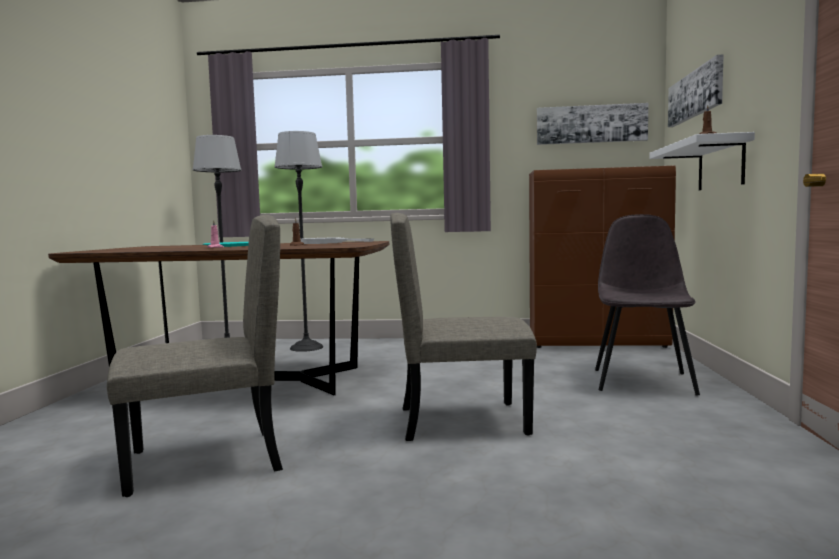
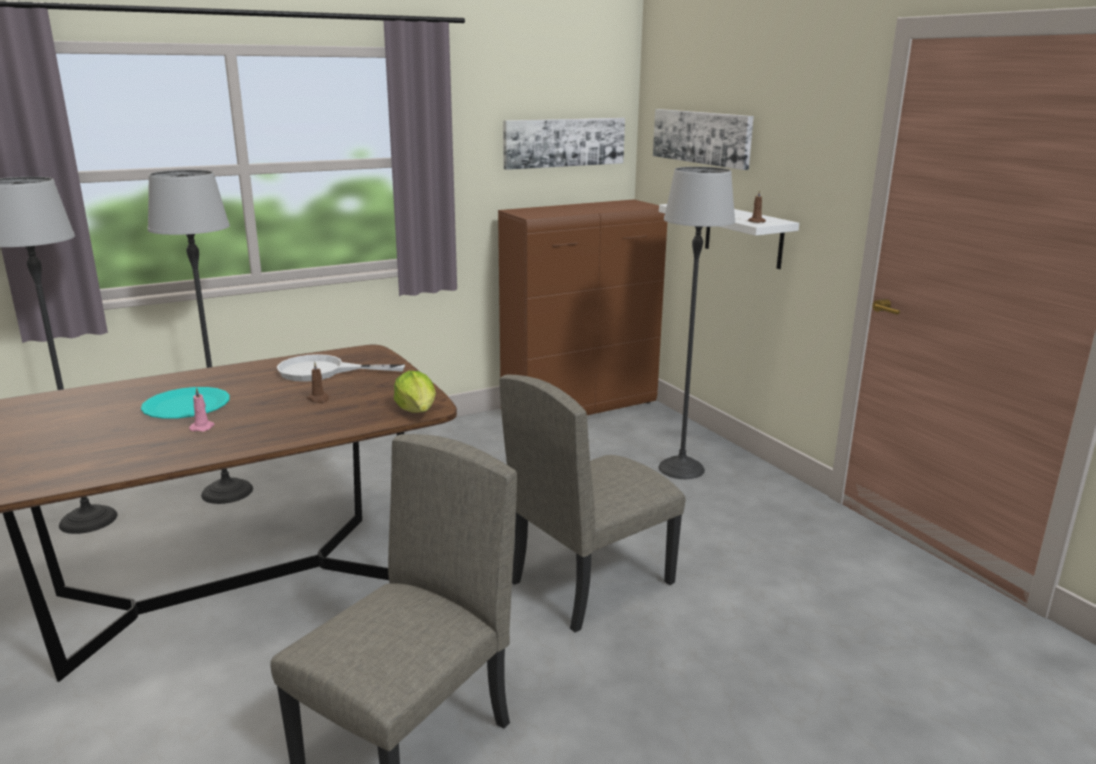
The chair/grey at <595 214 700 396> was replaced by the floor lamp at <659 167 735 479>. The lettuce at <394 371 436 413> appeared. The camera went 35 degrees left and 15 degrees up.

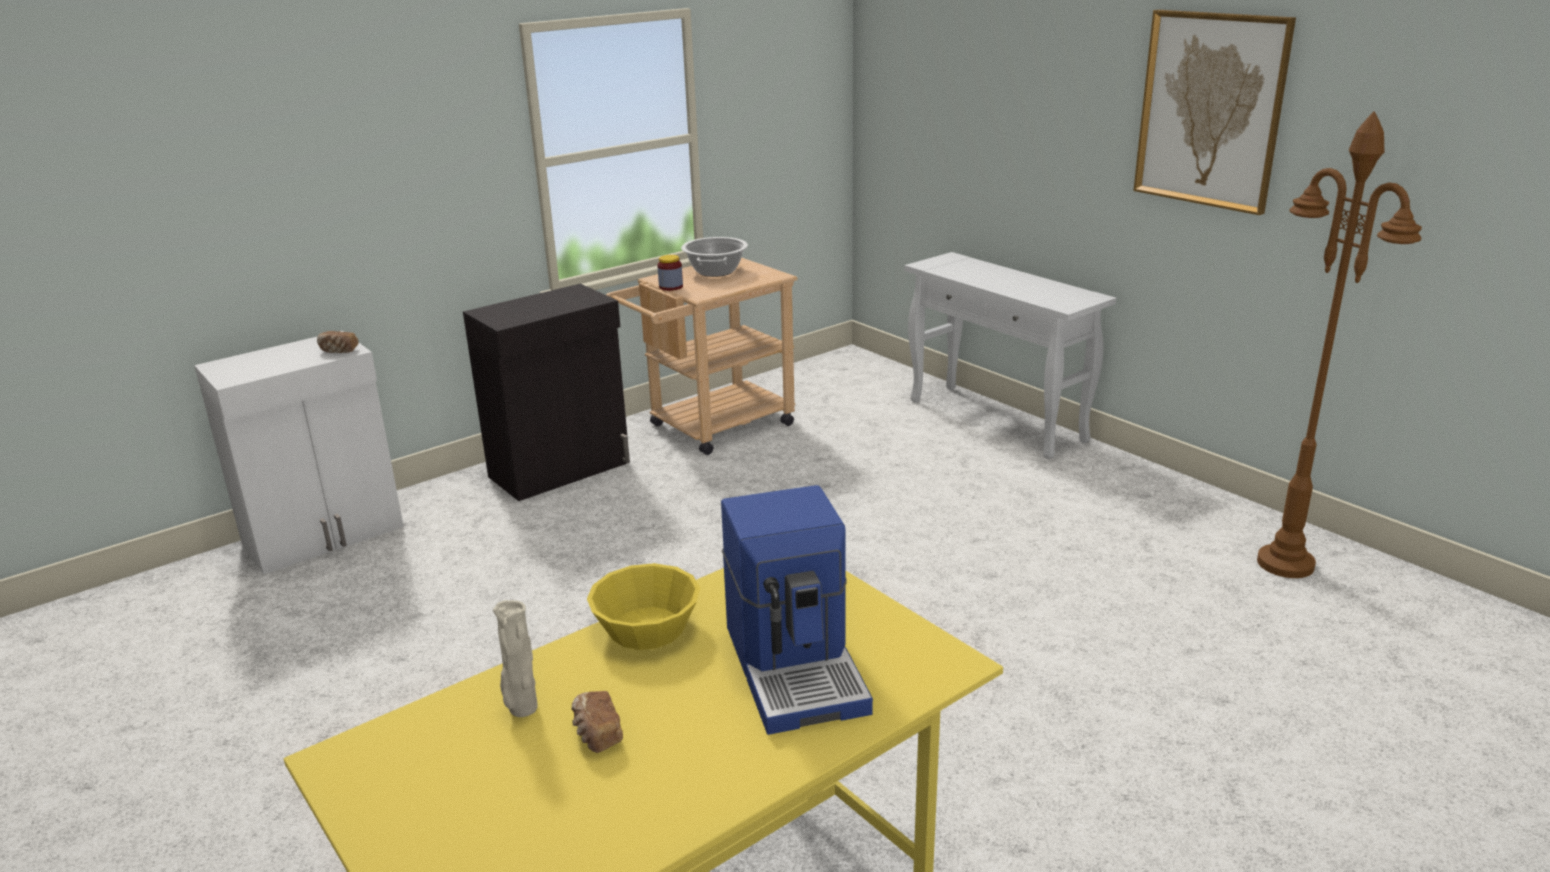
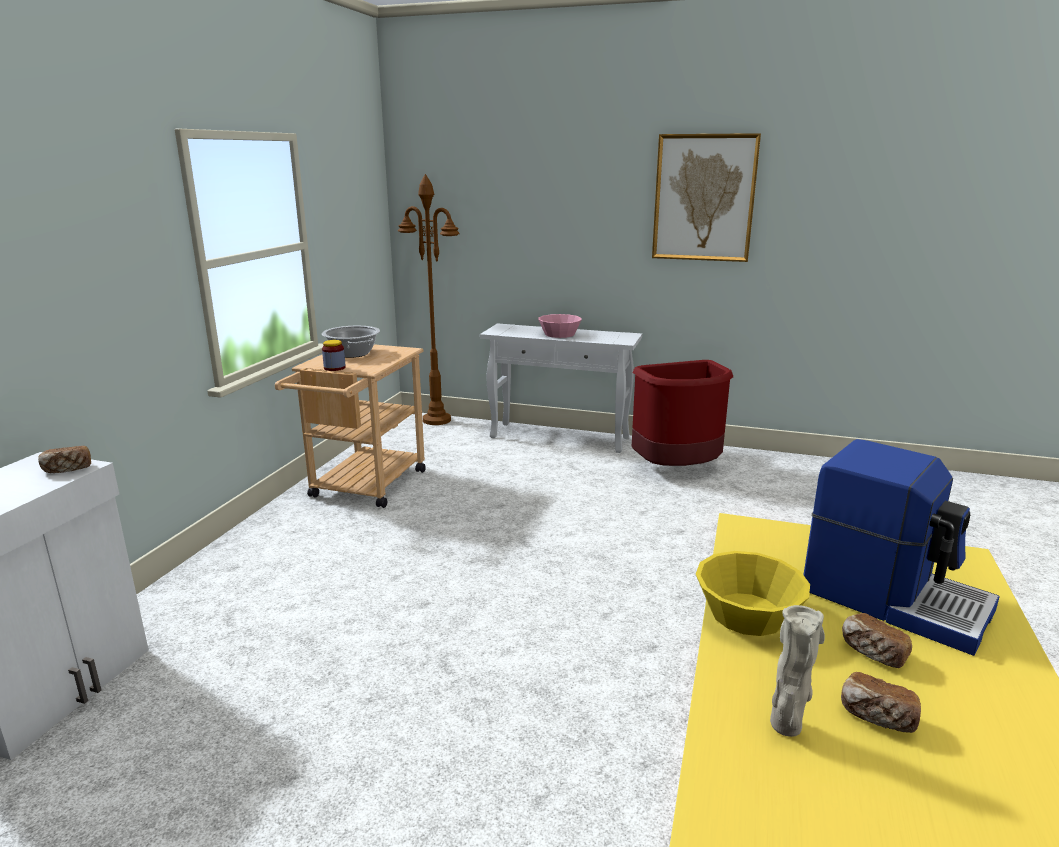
The floor lamp/brown moved from <1257 111 1422 578> to <398 174 460 425>. The cabinet/black at <463 284 630 501> disappeared. The bowl/pink at <538 314 582 338> appeared. The trash can/red at <632 360 733 466> appeared. The bread at <842 613 912 668> appeared. The camera went 35 degrees left and 5 degrees down.

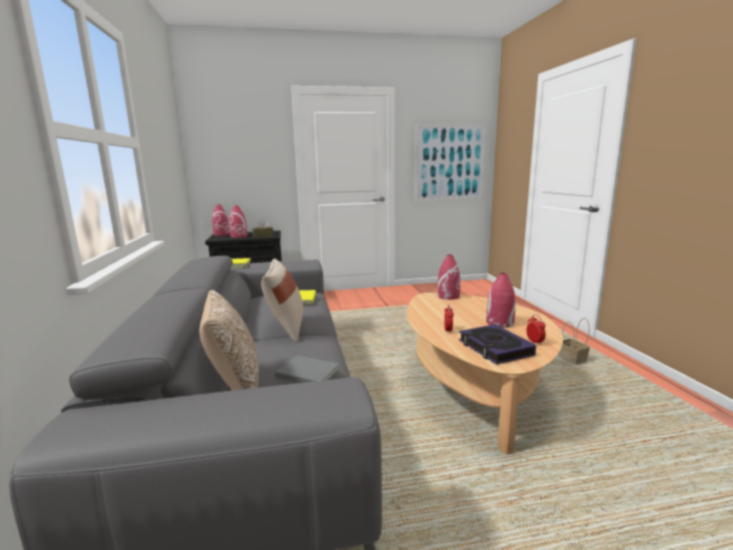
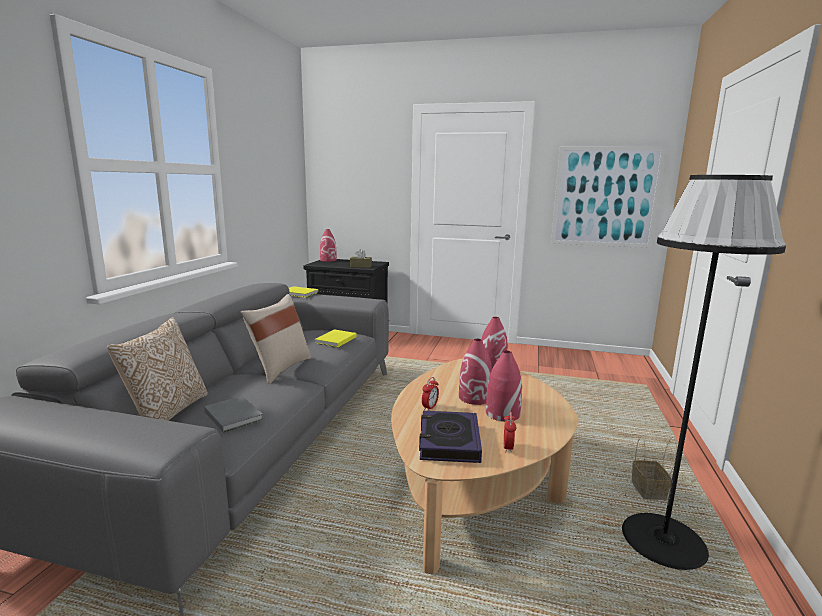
The vase/red moved from <229 205 247 238> to <459 339 492 405>. The floor lamp/black at <622 175 786 570> appeared. The camera went 25 degrees right and 0 degrees up.

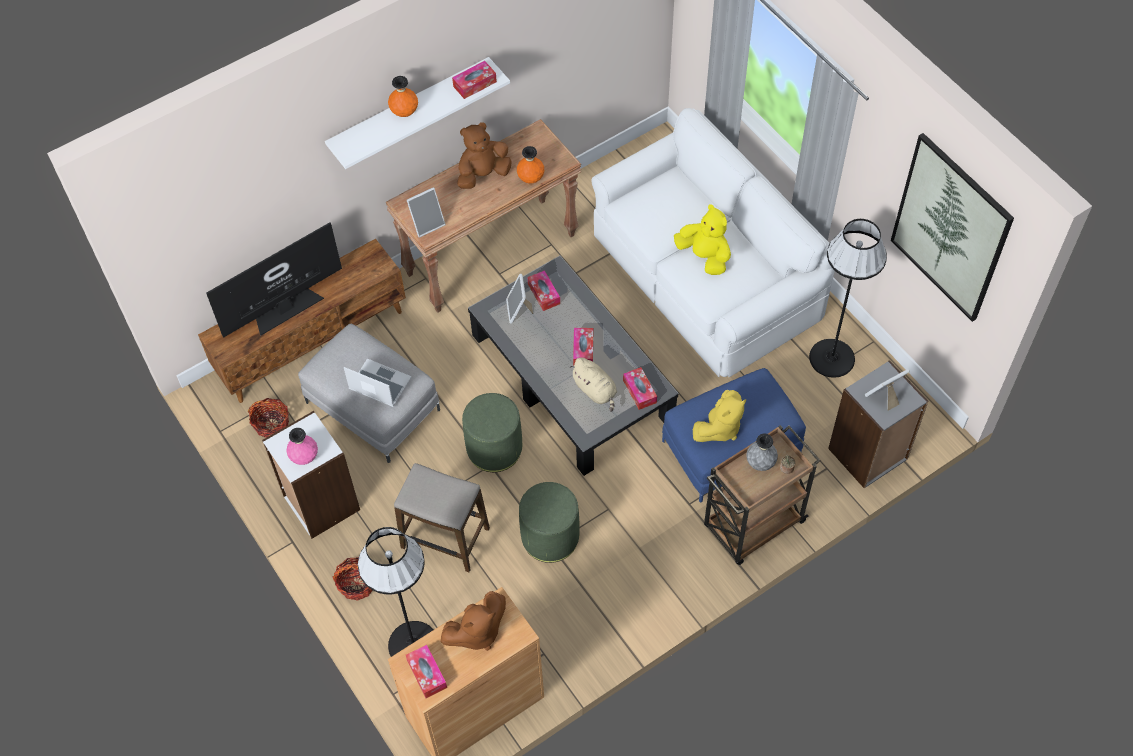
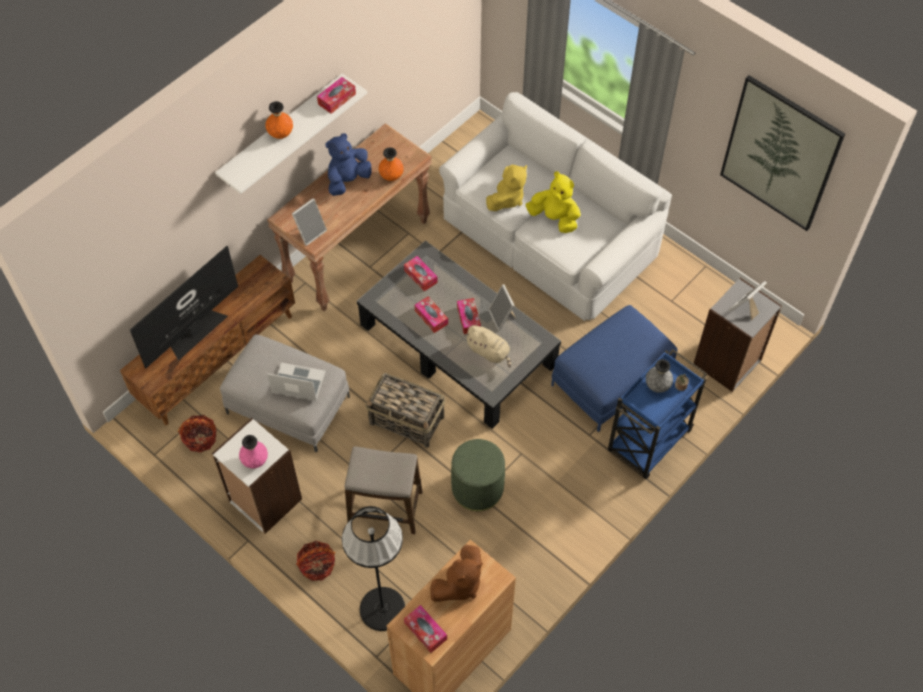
The plush toy/brown at <457 122 512 189> became the plush toy/blue at <326 133 372 196>. The floor lamp/black at <809 219 887 378> disappeared. The picture frame moved from <506 274 533 324> to <488 284 516 331>. The tissue box moved from <623 367 657 410> to <414 296 448 333>. The plush toy/yellow moved from <693 390 746 442> to <486 165 527 211>. The ottoman/green at <462 393 522 472> was replaced by the basket at <365 373 445 448>. The cart/brown at <704 425 820 565> became the cart/blue at <608 349 707 479>. The camera went 15 degrees left and 0 degrees up.

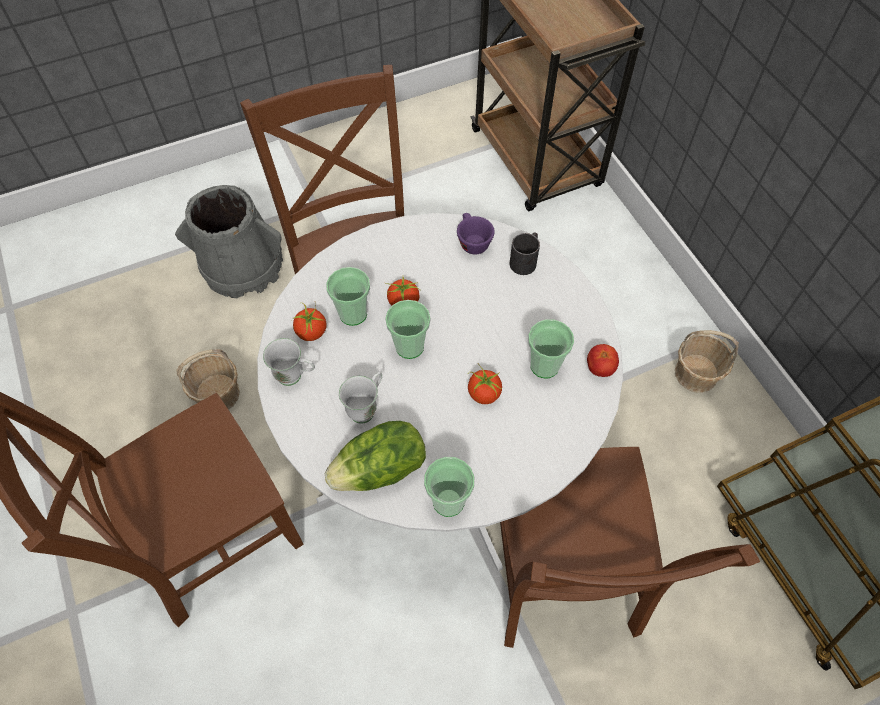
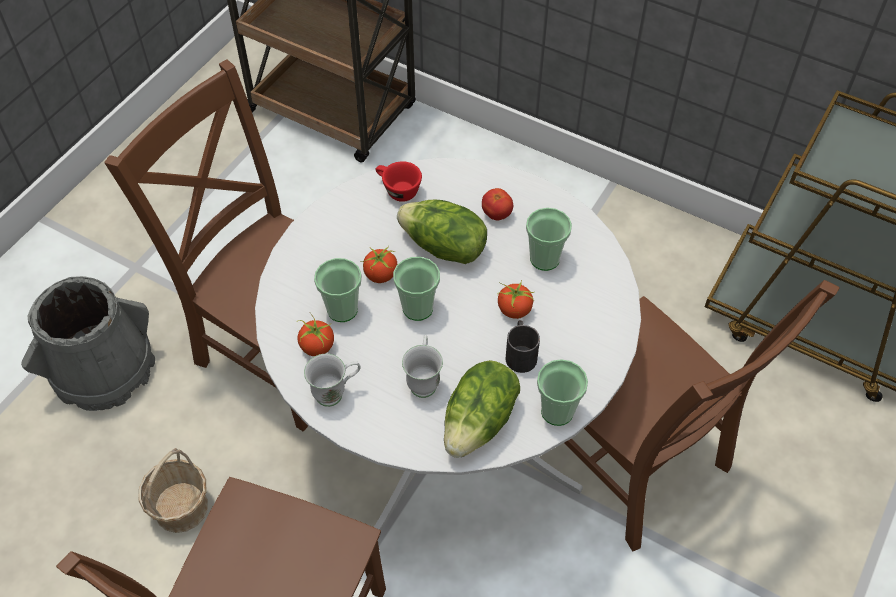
The cup/purple at <457 213 495 254> became the cup/red at <376 161 422 202>. The mug/black moved from <510 232 540 275> to <506 320 540 373>. The basket at <675 330 739 393> disappeared. The tomato moved from <587 344 619 377> to <482 188 513 220>. The lettuce at <397 200 487 264> appeared. The camera went 35 degrees left and 5 degrees down.

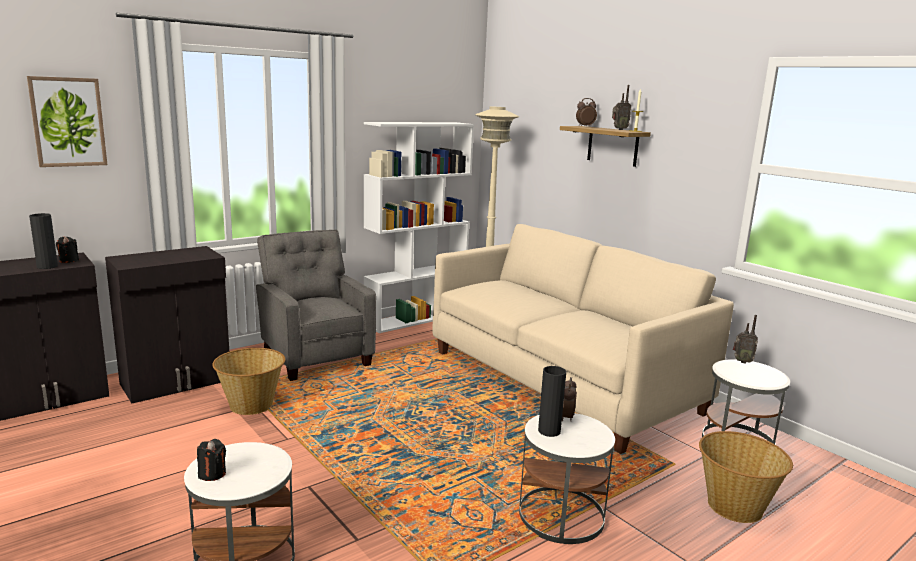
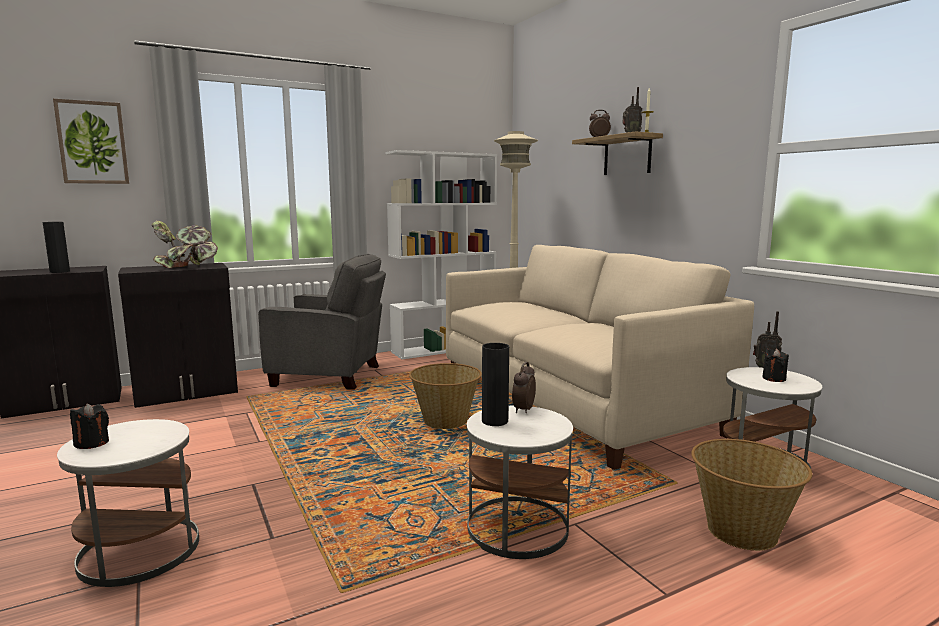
The armchair/grey at <256 230 376 381> turned 120 degrees clockwise. The candle/black moved from <56 236 79 263> to <762 349 789 382>. The basket moved from <212 348 285 415> to <409 363 482 429>. The potted plant at <152 221 218 269> appeared. The camera went 10 degrees right and 5 degrees down.

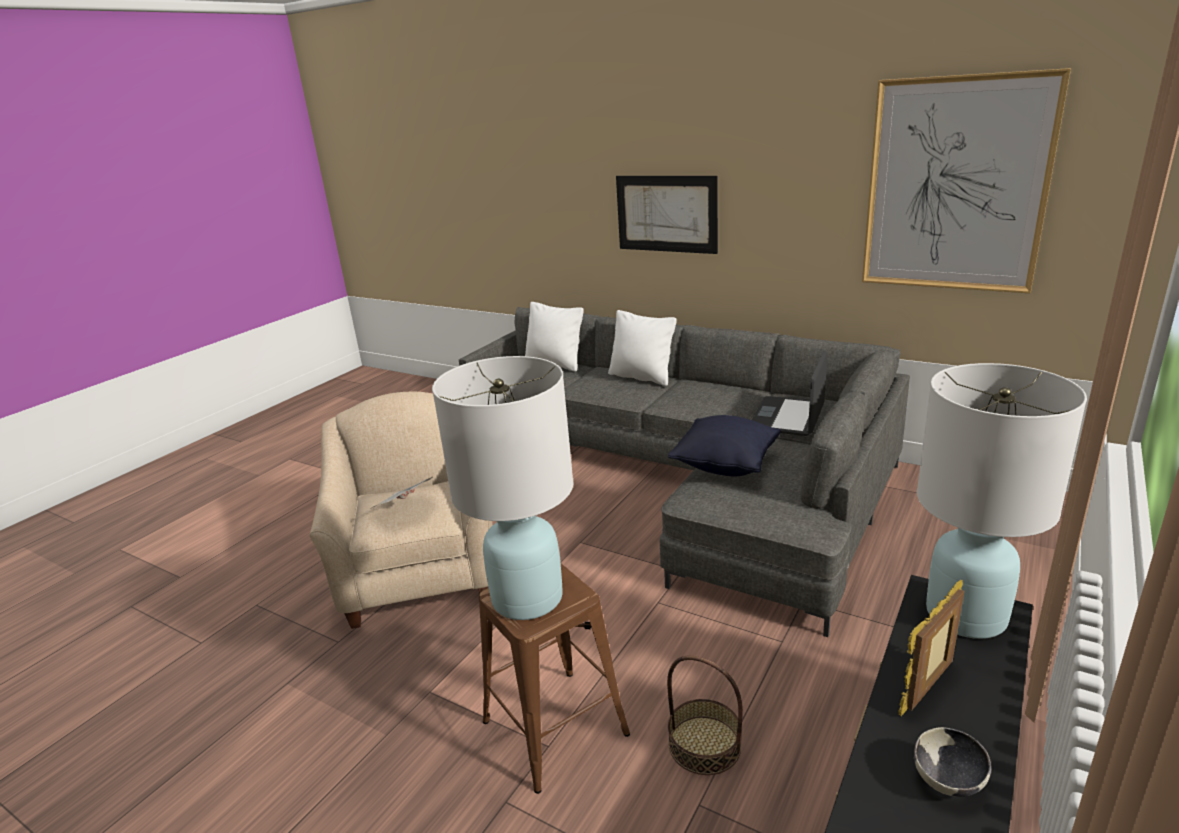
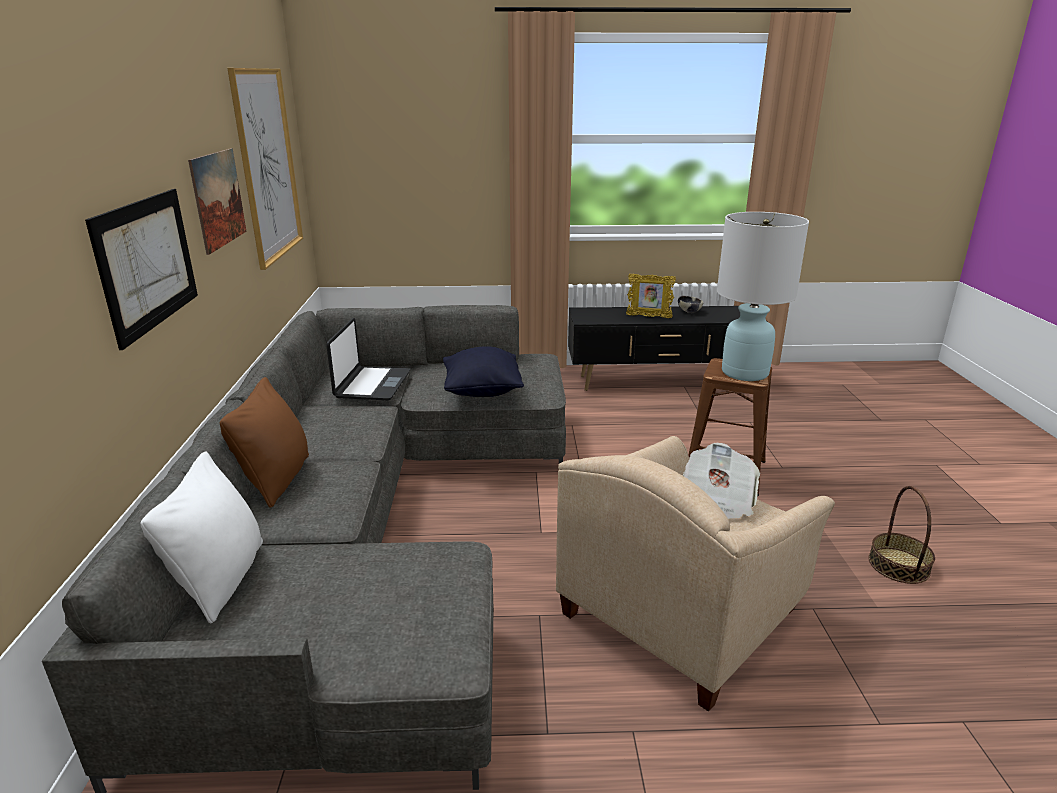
The pillow/white at <608 310 677 386> became the pillow/brown at <220 377 309 508>. The laptop at <752 350 827 436> turned 75 degrees counterclockwise. The table lamp/white at <917 363 1087 639> disappeared. The basket moved from <667 656 743 775> to <868 486 935 584>. The picture at <188 148 247 255> appeared. The camera went 125 degrees left and 0 degrees up.

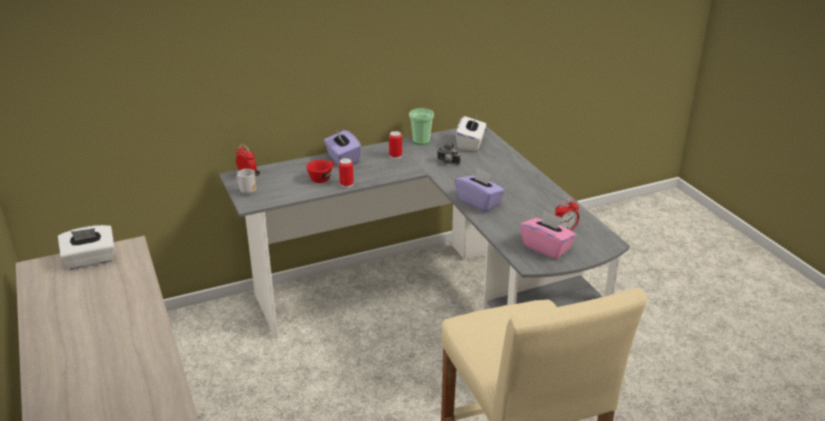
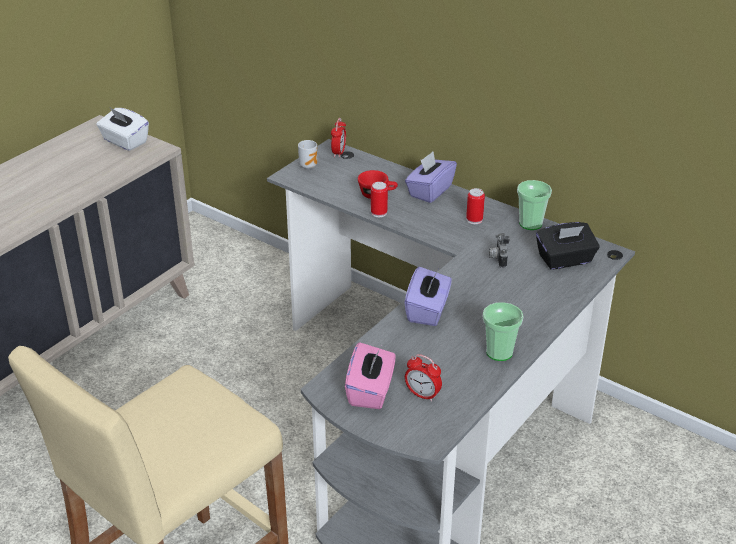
The tissue box/white at <456 114 486 151> became the tissue box/black at <536 222 600 270>. The cup at <483 302 524 361> appeared. The camera went 60 degrees right and 5 degrees up.

